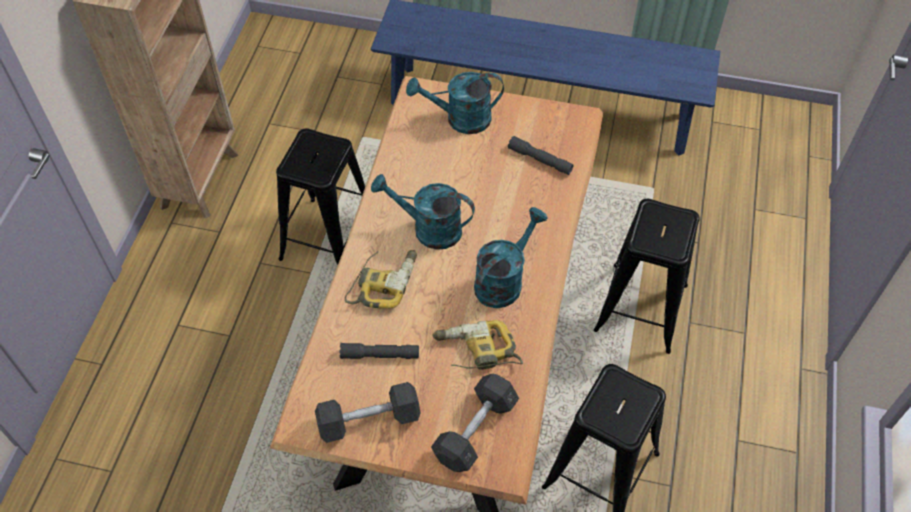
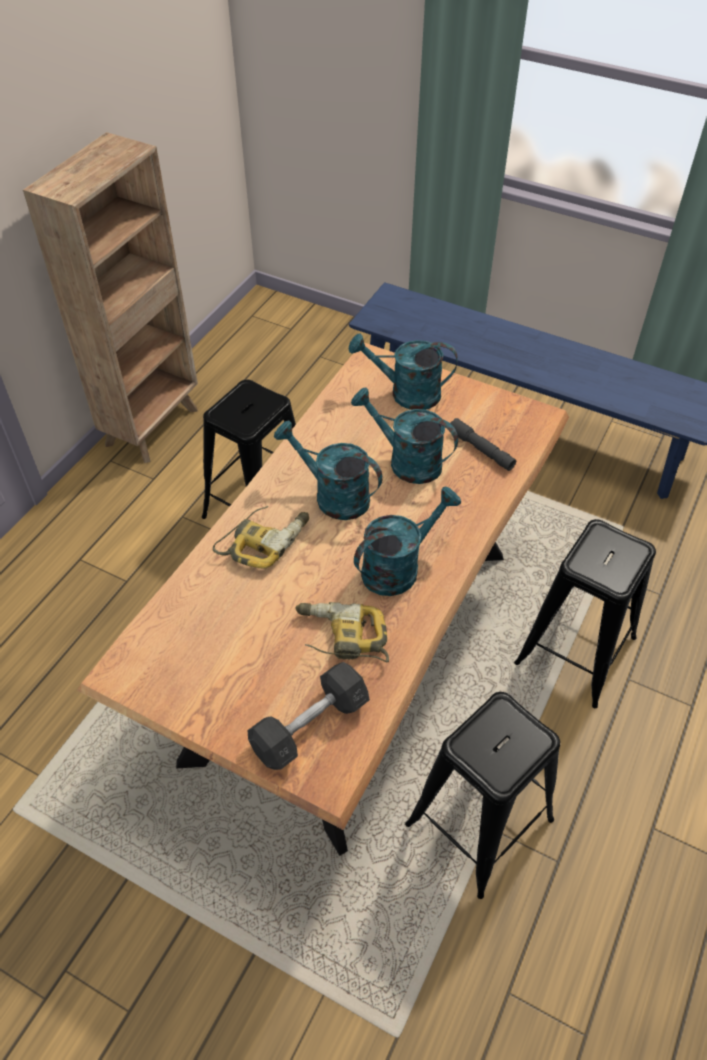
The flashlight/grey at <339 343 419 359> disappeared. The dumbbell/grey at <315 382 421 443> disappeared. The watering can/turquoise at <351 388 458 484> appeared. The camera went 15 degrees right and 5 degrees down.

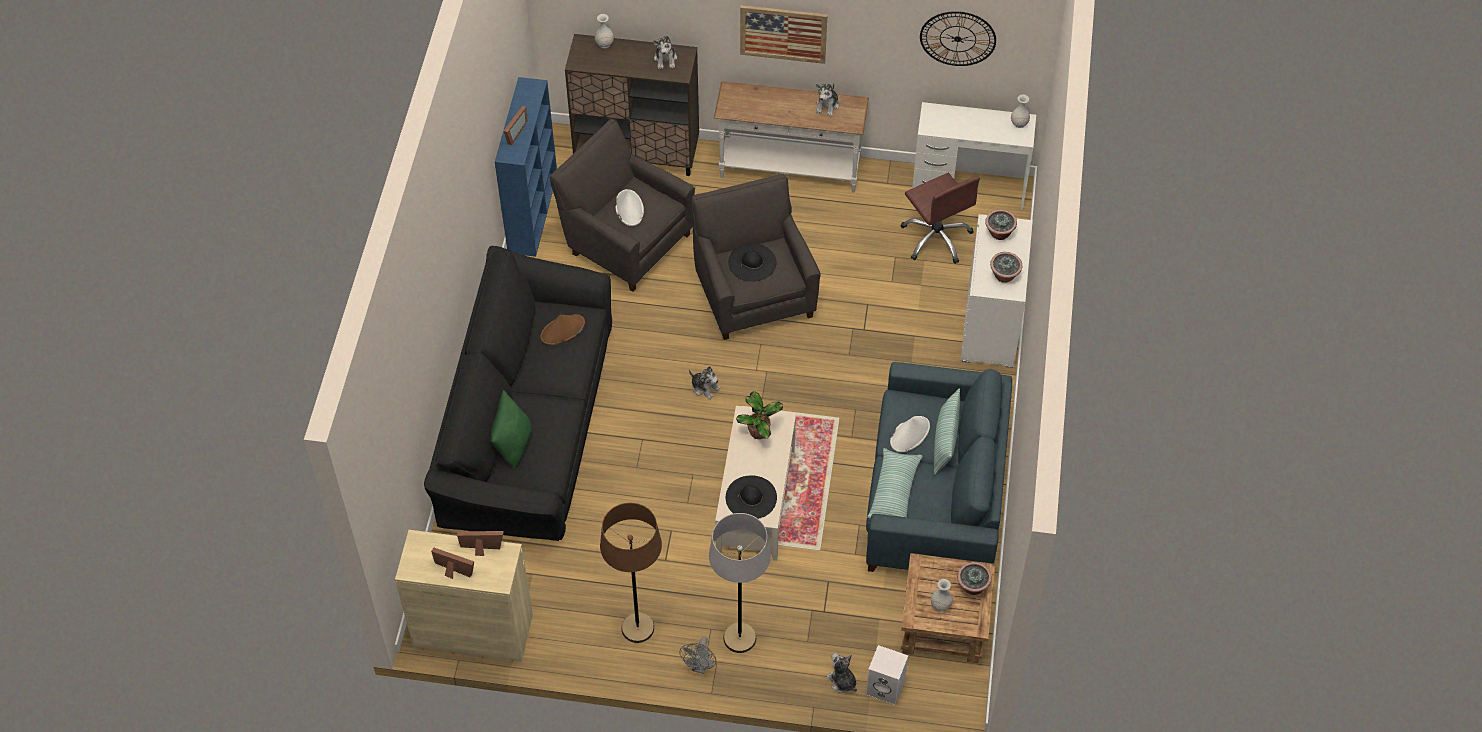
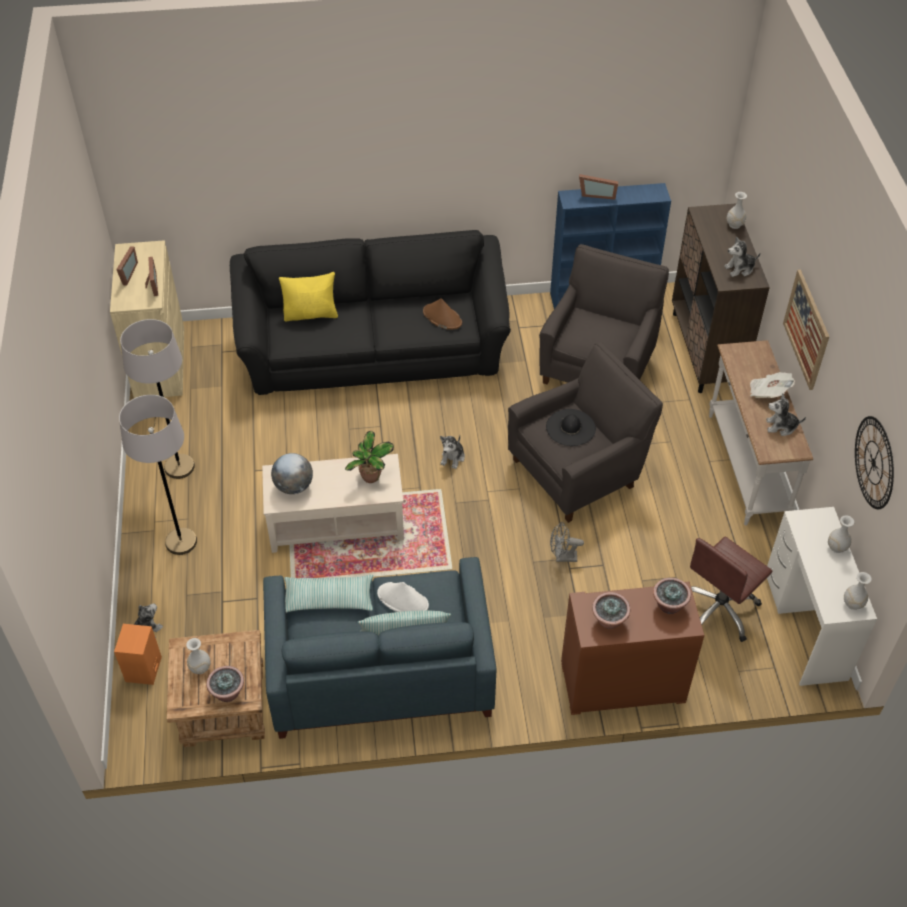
The hat/white at <615 189 644 226> disappeared. The dresser/white at <961 214 1033 368> became the dresser/brown at <561 582 704 715>. The pillow/green at <490 390 531 469> became the pillow/yellow at <279 272 338 321>. The hat/black at <726 475 777 519> was replaced by the globe at <271 453 313 494>. The floor lamp/brown at <600 503 662 643> became the floor lamp/grey at <120 319 195 479>. The fan/grey moved from <679 636 716 674> to <550 522 584 562>. The speaker/white at <866 645 908 705> became the speaker/orange at <114 624 162 685>. The newspaper at <750 372 795 398> appeared. The vase/white at <828 515 854 553> appeared. The camera went 75 degrees right and 5 degrees down.

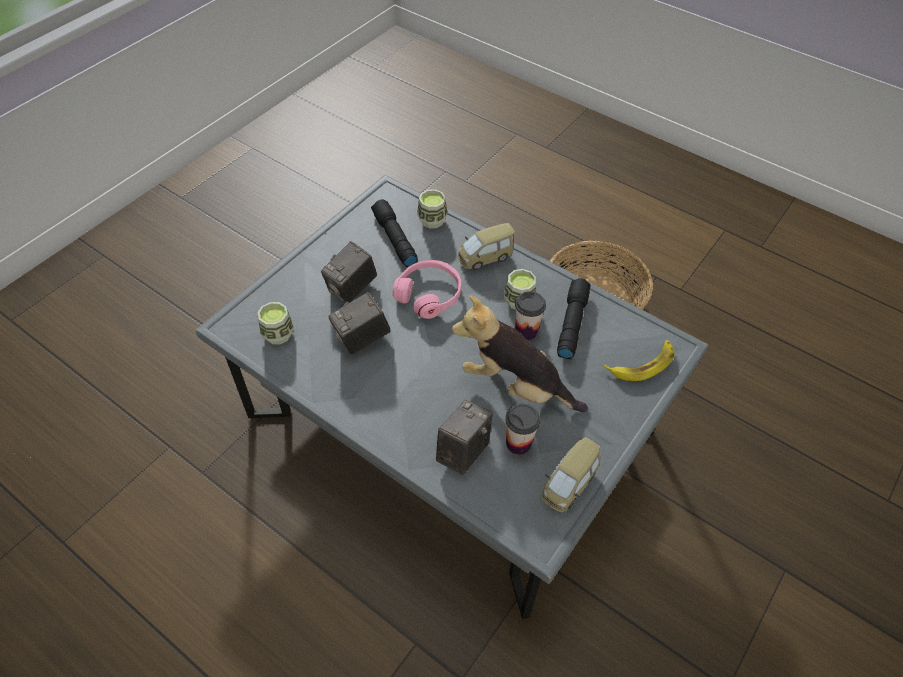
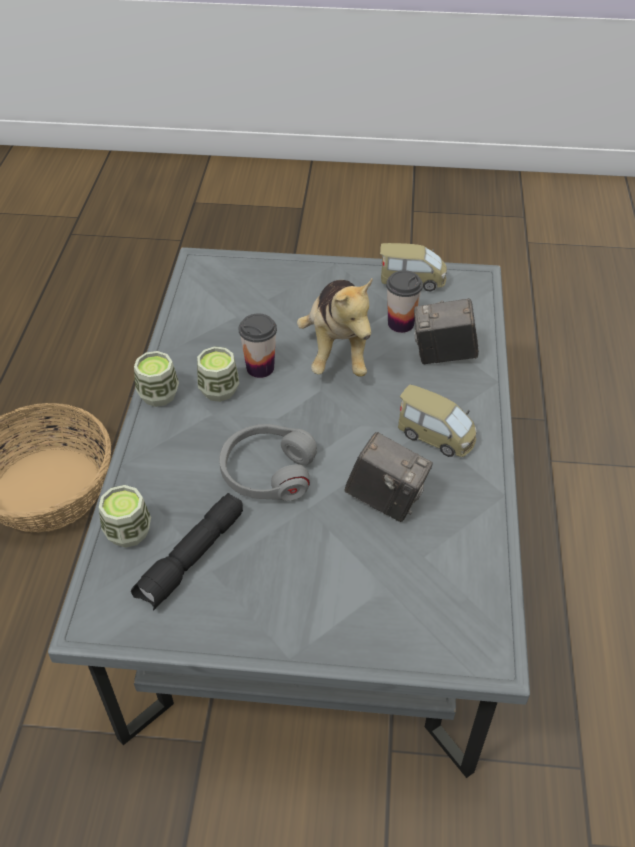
The toy car moved from <458 223 515 270> to <398 385 476 457>. The photo camera at <321 241 377 303> disappeared. The headphones/pink at <393 260 461 319> became the headphones/grey at <219 424 317 501>. The flashlight/black at <557 278 591 359> disappeared. The cup moved from <257 302 294 344> to <134 351 179 407>. The banana at <603 340 674 381> disappeared. The camera went 120 degrees left and 5 degrees down.

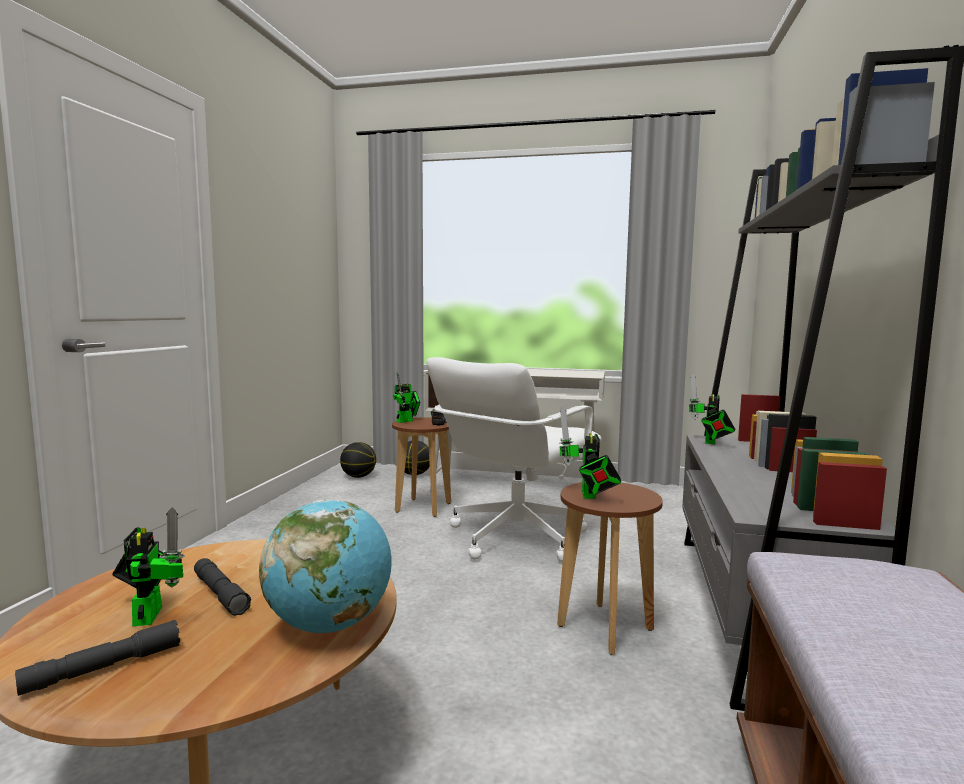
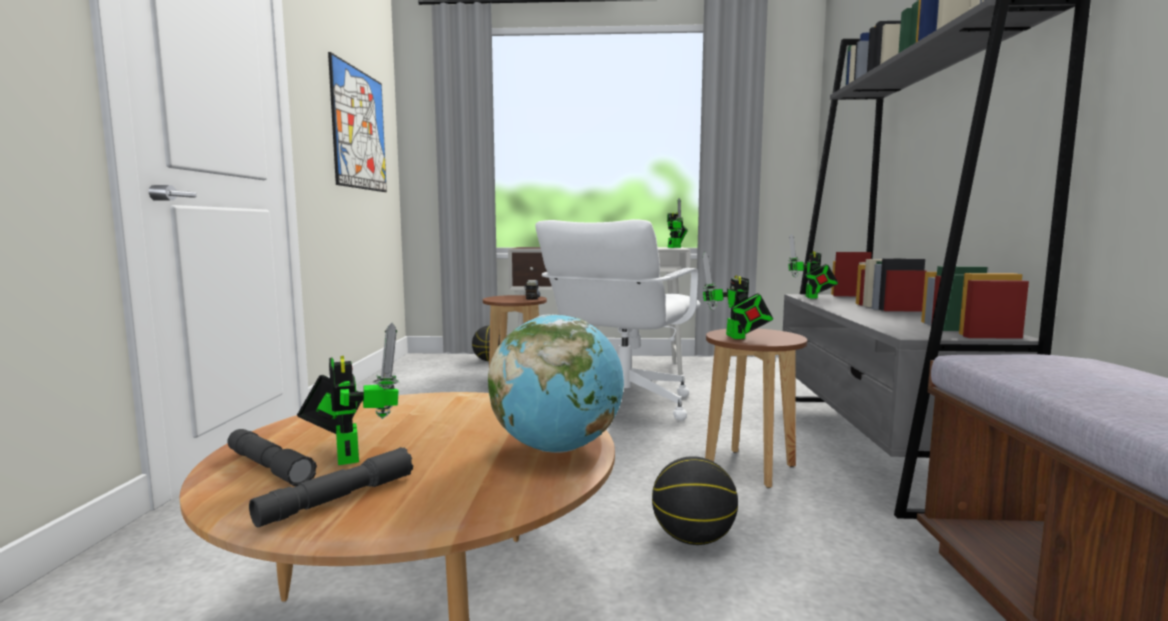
The toy robot moved from <393 372 420 423> to <667 198 688 248>. The basketball moved from <340 442 376 478> to <652 456 738 545>. The flashlight/grey moved from <194 558 251 616> to <228 429 317 487>. The picture at <328 52 387 192> appeared. The camera went 10 degrees left and 0 degrees up.

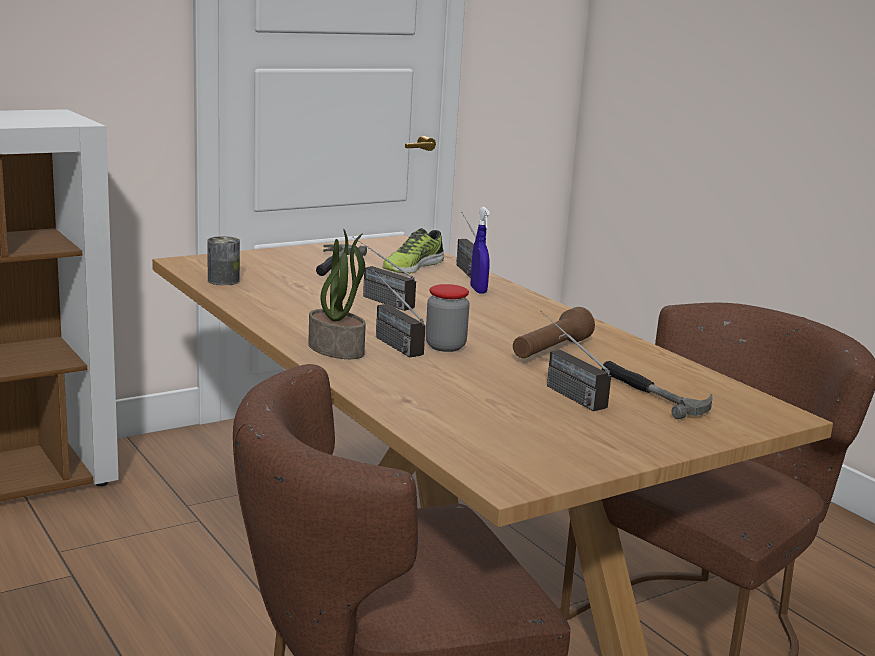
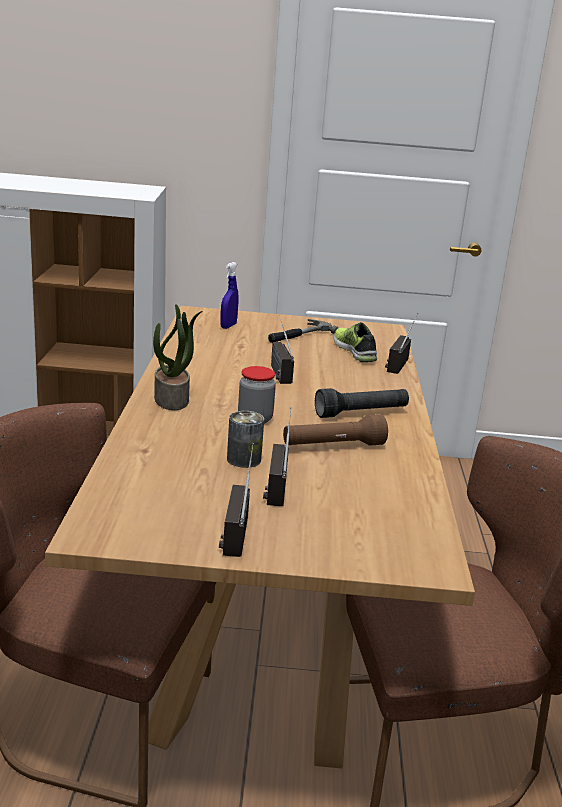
The spray bottle/blue moved from <471 207 490 294> to <220 262 239 329>. The shoe at <382 228 444 273> turned 90 degrees clockwise. The can moved from <207 236 240 285> to <227 411 264 468>. The radio moved from <372 269 426 358> to <219 443 254 557>. The hammer at <602 361 712 419> disappeared. The flashlight/black at <315 388 409 418> appeared. The camera went 35 degrees right and 5 degrees up.

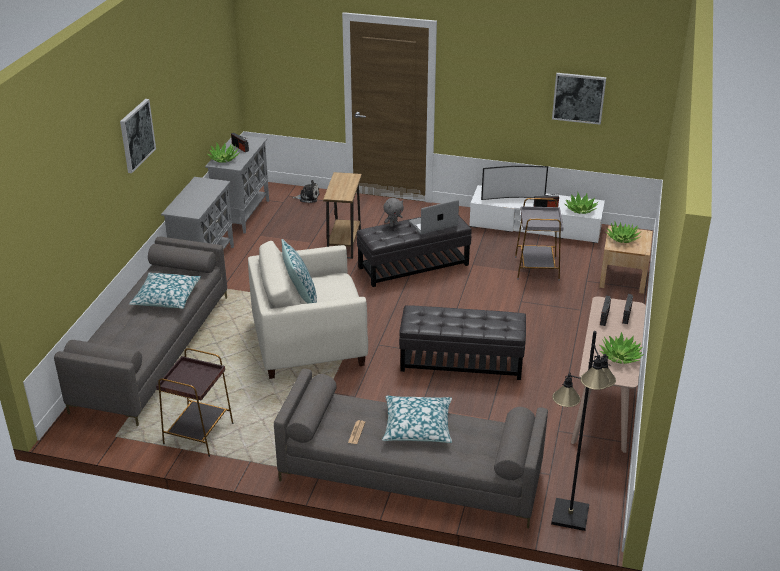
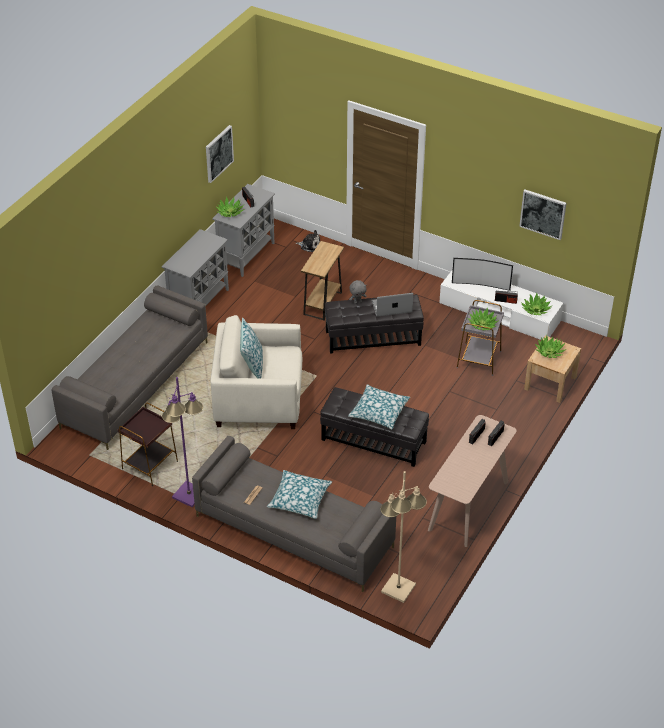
The picture moved from <120 99 156 173> to <206 125 234 183>. The pillow moved from <129 273 201 309> to <348 384 410 429>. The floor lamp/black at <551 331 616 531> became the floor lamp/beige at <380 471 427 603>. The potted plant moved from <600 332 644 364> to <467 308 499 330>. The floor lamp/purple at <162 377 203 507> appeared. The camera went 15 degrees right and 10 degrees up.

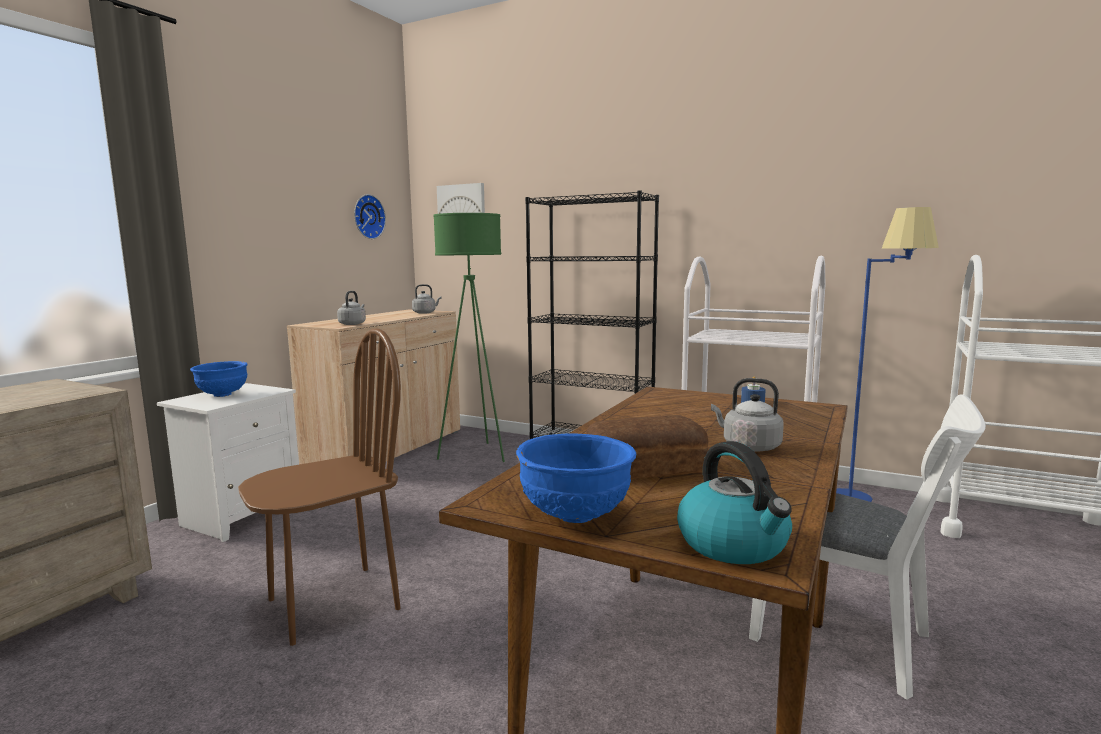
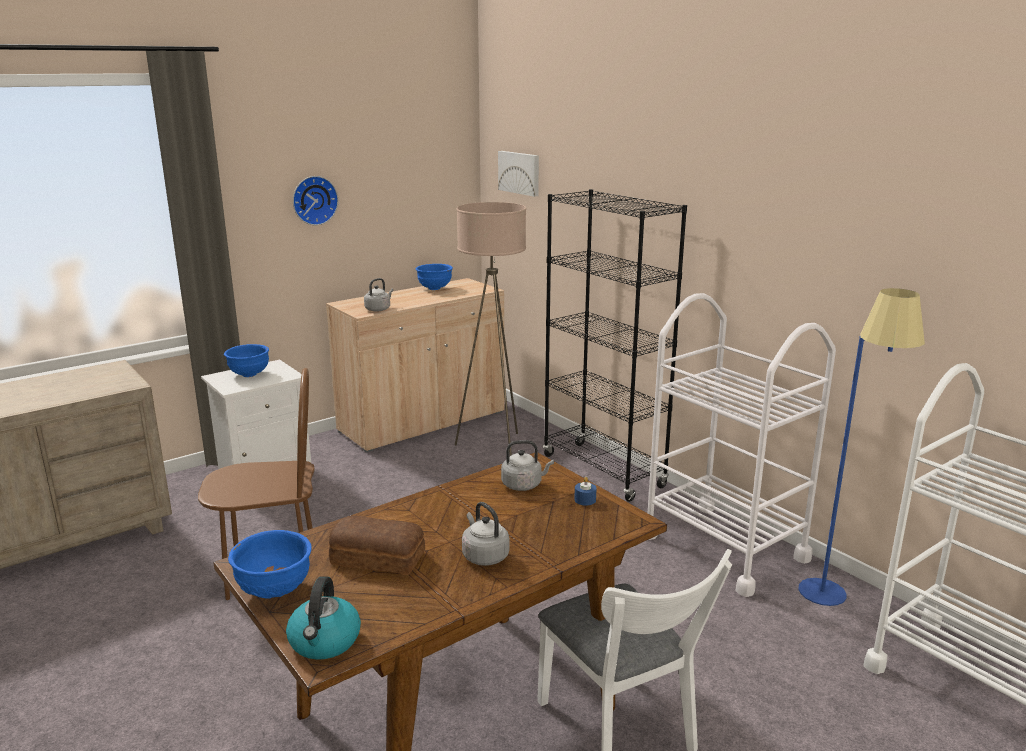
The wall clock moved from <354 194 386 239> to <293 176 338 225>. The floor lamp/green at <433 213 505 462> became the floor lamp/beige at <455 202 526 456>. The kettle/grey moved from <412 284 442 314> to <501 440 554 491>. The bowl/blue at <416 264 453 290> appeared. The camera went 25 degrees right and 10 degrees up.

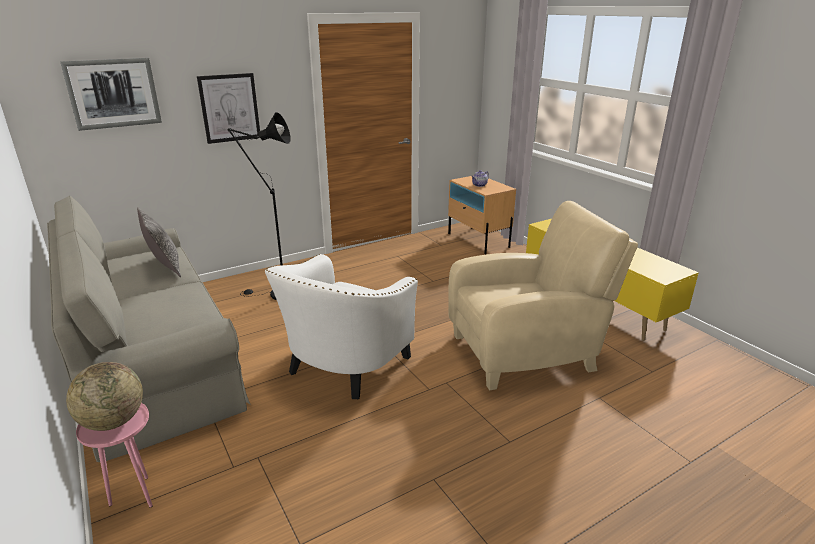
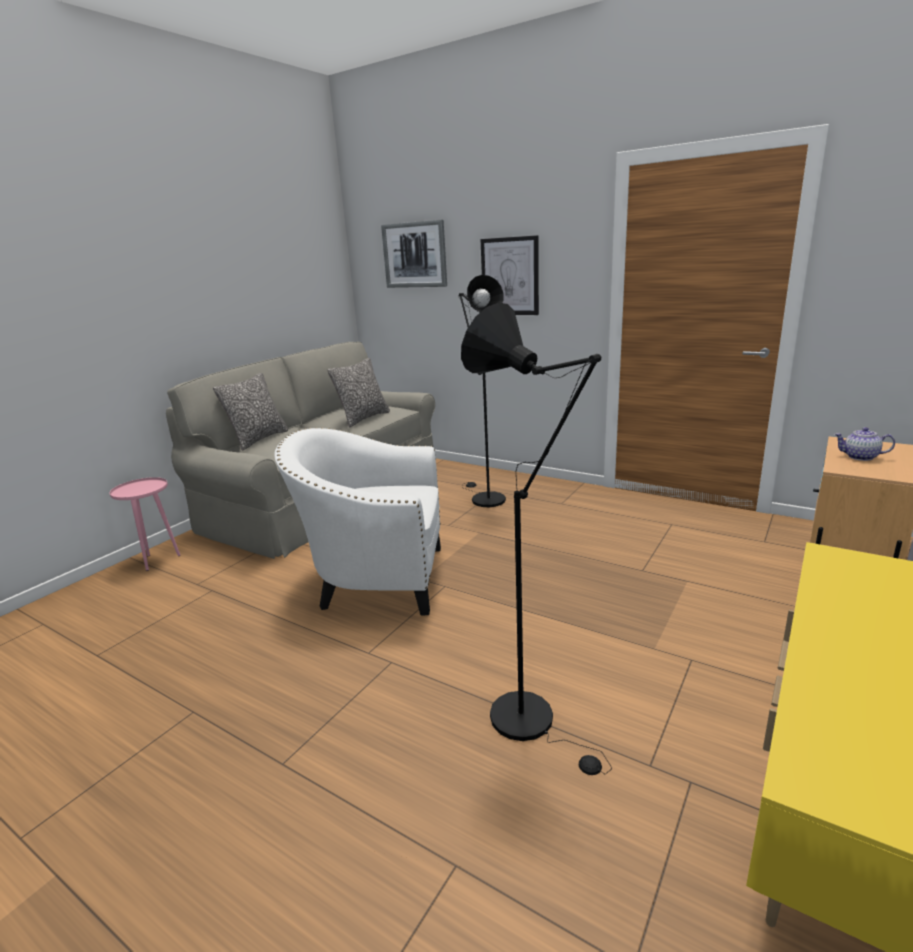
The armchair/beige at <448 201 638 390> was replaced by the floor lamp/black at <461 303 612 775>. The globe at <66 362 143 431> disappeared. The pillow at <213 373 288 451> appeared. The camera went 65 degrees right and 5 degrees down.

